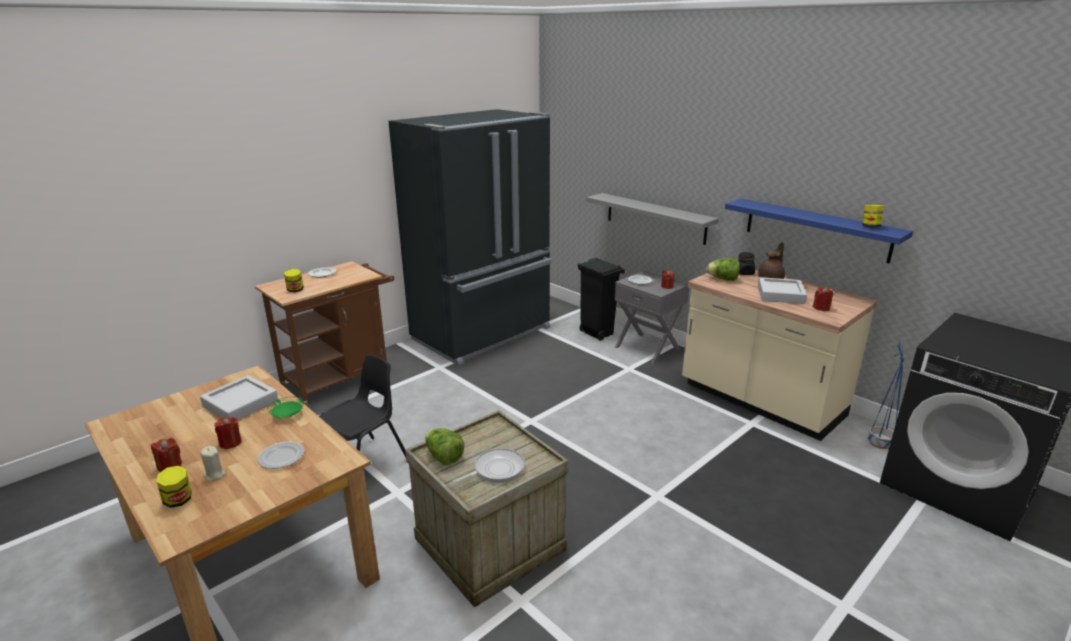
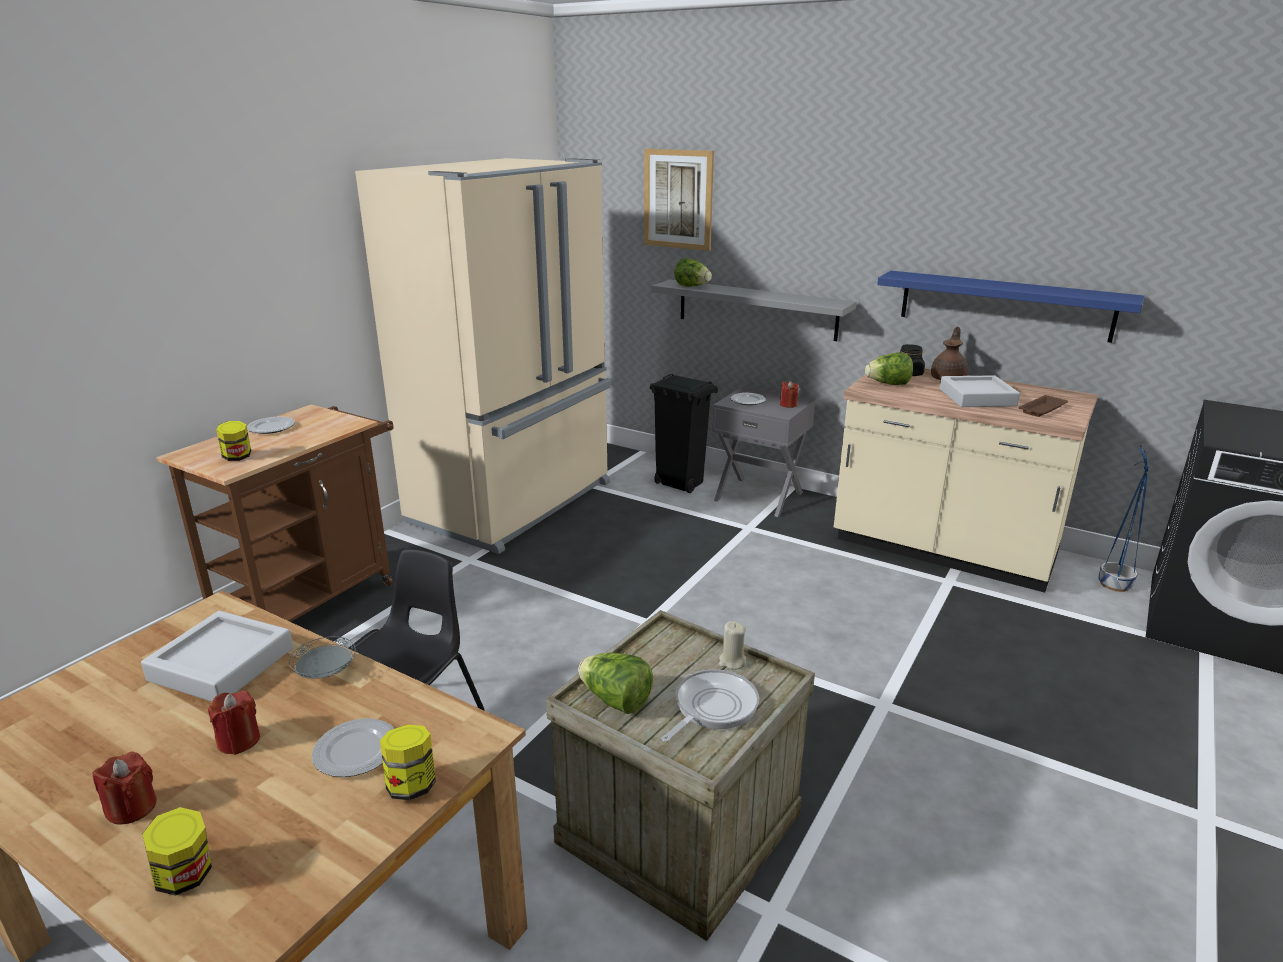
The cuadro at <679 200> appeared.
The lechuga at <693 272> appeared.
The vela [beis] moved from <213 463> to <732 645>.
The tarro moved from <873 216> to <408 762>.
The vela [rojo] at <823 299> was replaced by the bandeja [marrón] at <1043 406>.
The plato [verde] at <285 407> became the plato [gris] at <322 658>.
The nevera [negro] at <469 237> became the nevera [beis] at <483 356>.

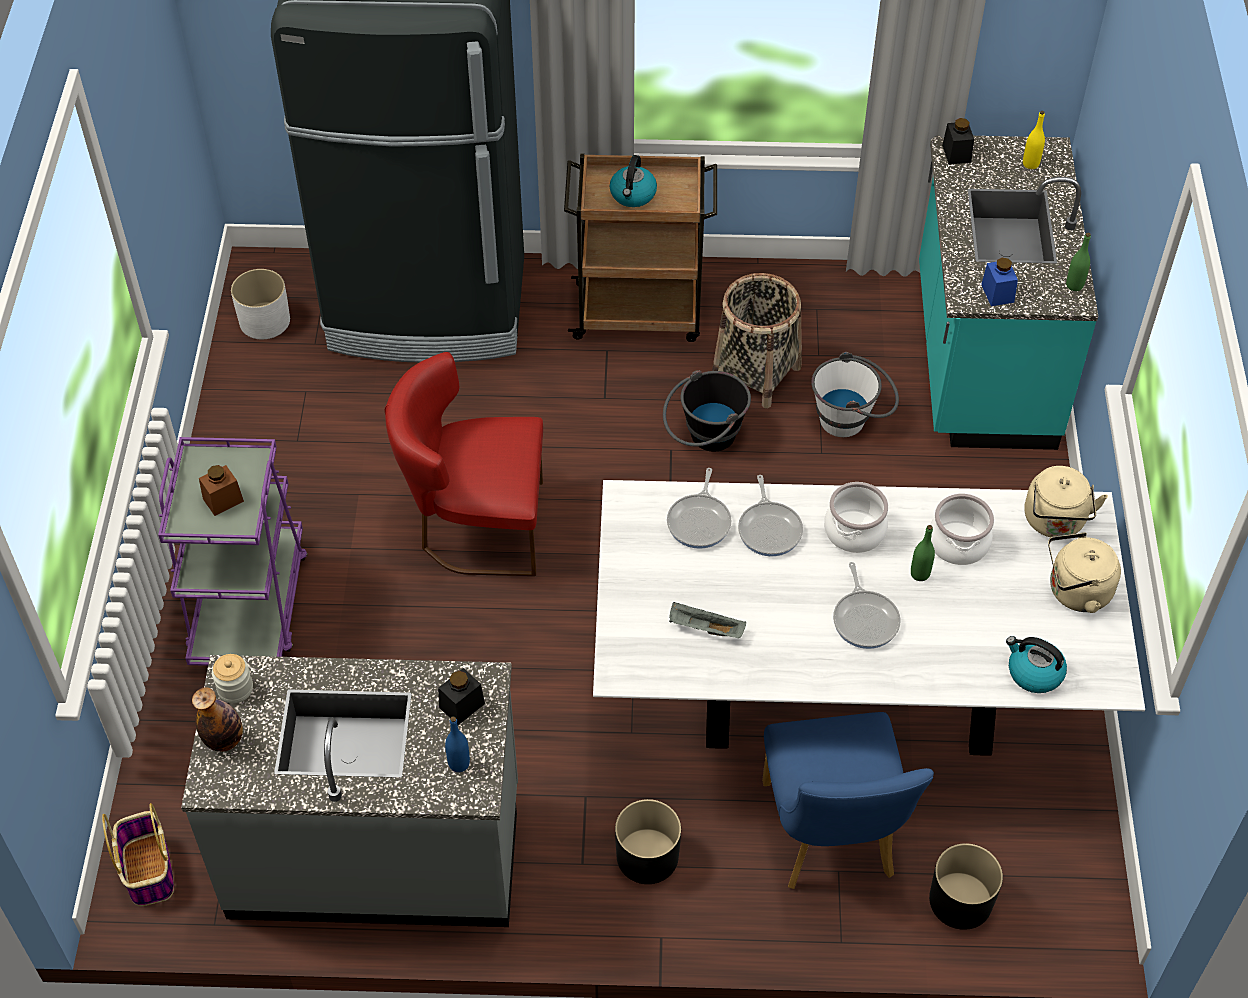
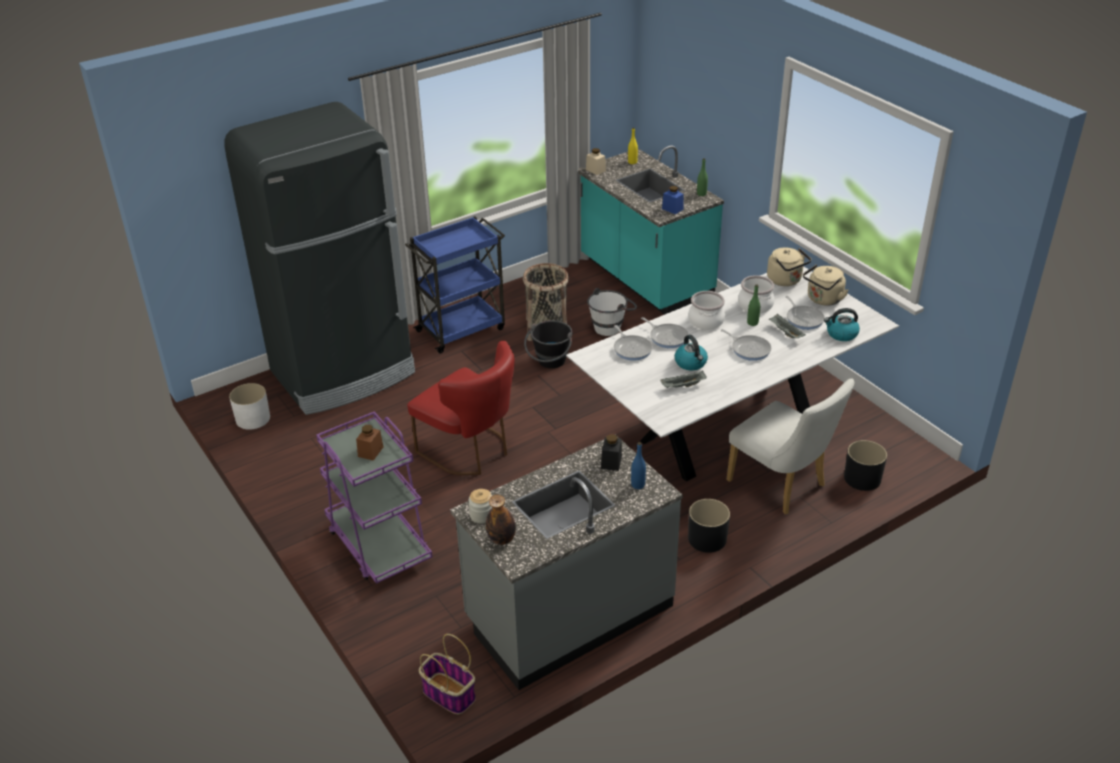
The bandeja [gris] at <787 326> appeared.
The sartén at <805 313> appeared.
The hervidor moved from <633 181> to <691 352>.
The carrito [marrón] at <640 247> became the carrito [azul] at <455 284>.
The silla [azul] at <848 800> became the silla [blanco] at <790 446>.
The tarro [negro] at <958 141> became the tarro [beis] at <596 161>.
The silla [rojo] at <464 464> turned 105 degrees counterclockwise.

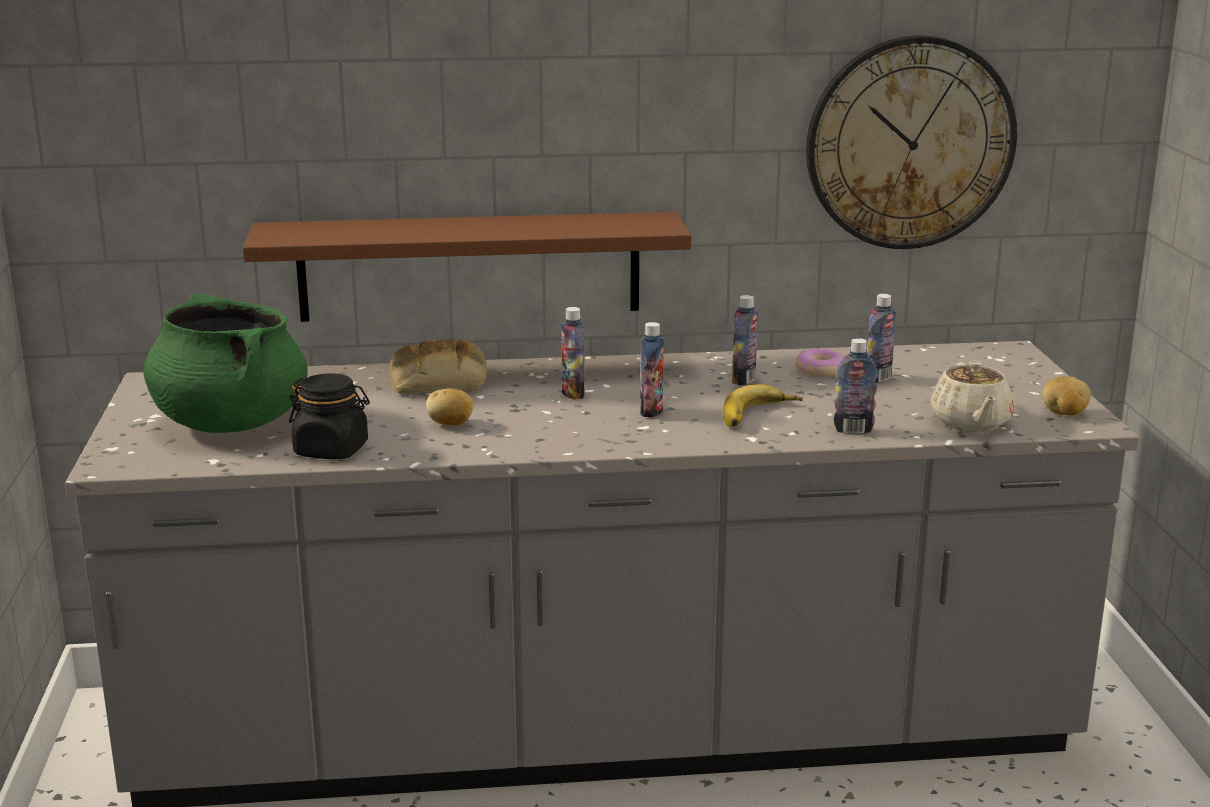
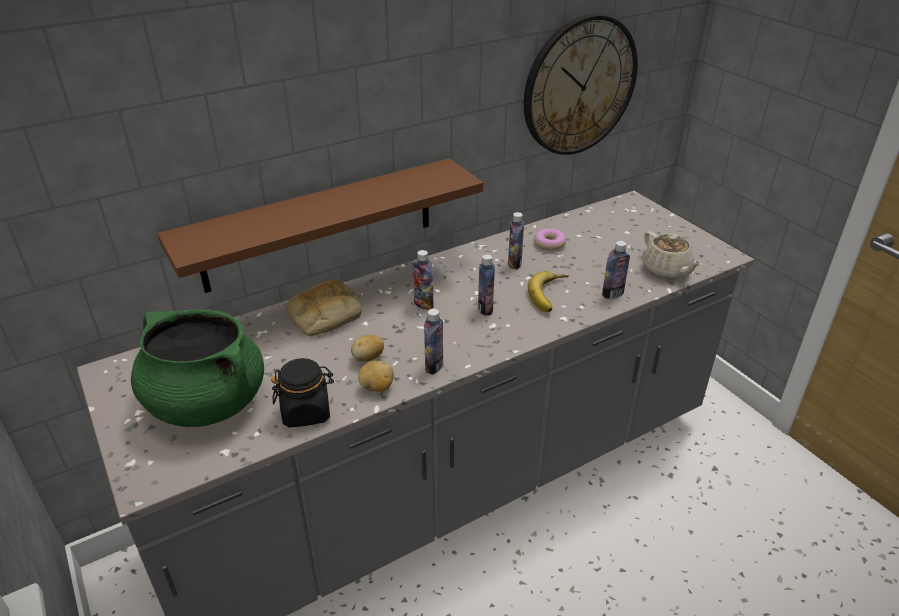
The botella moved from <881 338> to <433 342>.
The patata moved from <1066 395> to <376 376>.

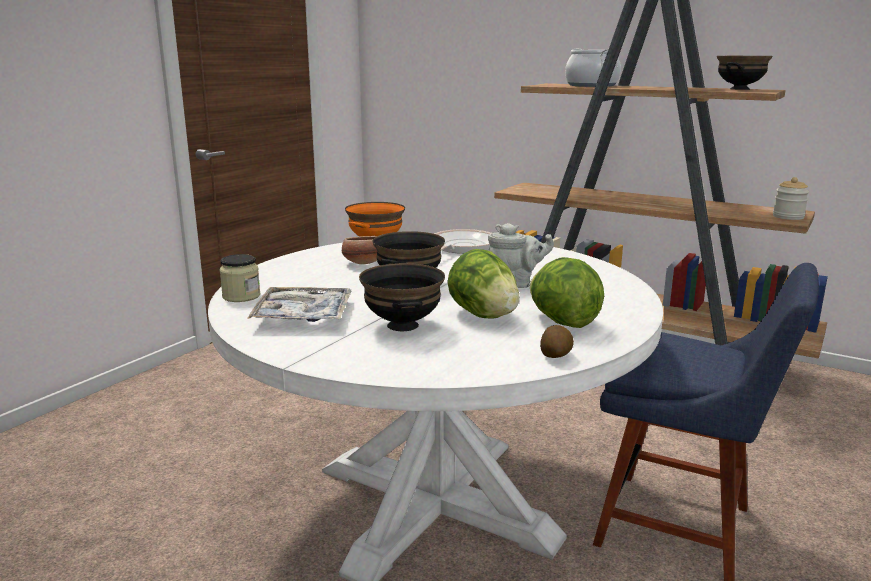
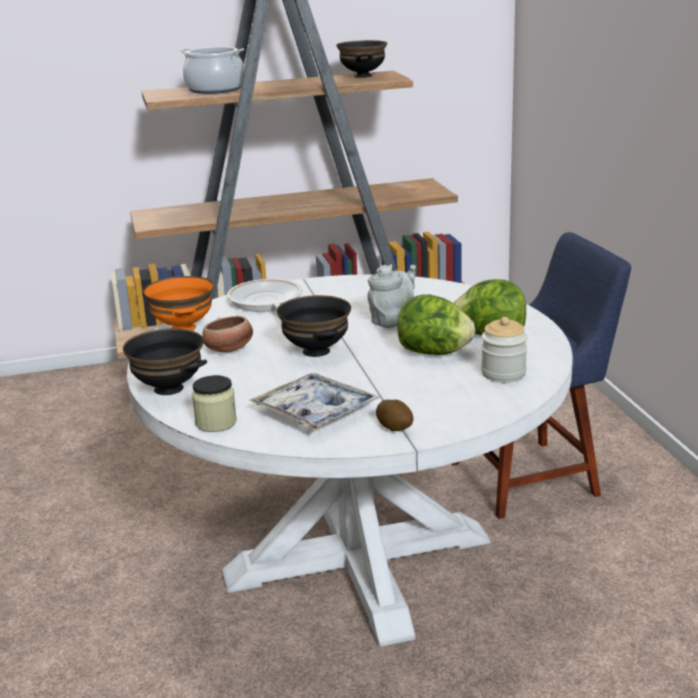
The cuenco [negro] moved from <402 297> to <165 361>.
The patata moved from <557 341> to <394 415>.
The tarro moved from <791 198> to <504 349>.

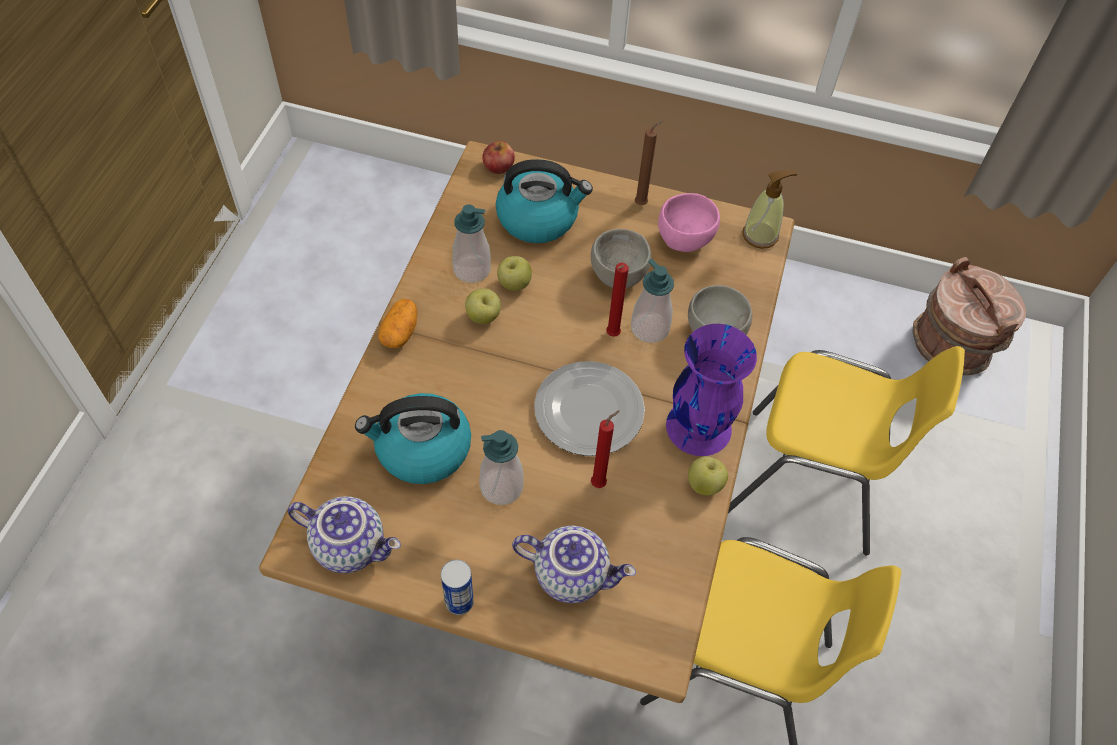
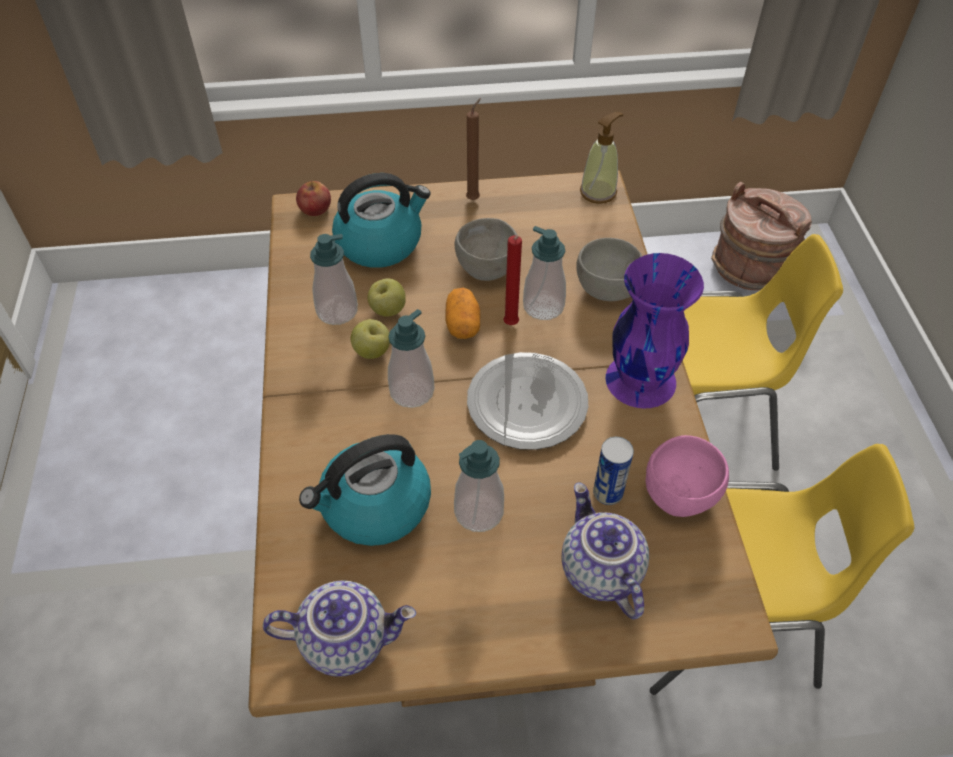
The vela [rojo] at <605 449> disappeared.
The manzana at <708 476> disappeared.
The dispensador de jabón at <411 358> appeared.
The patata moved from <397 323> to <463 313>.
The lata moved from <457 587> to <613 471>.
The cuenco [rosa] moved from <689 222> to <687 476>.
The tetera at <574 564> turned 105 degrees counterclockwise.

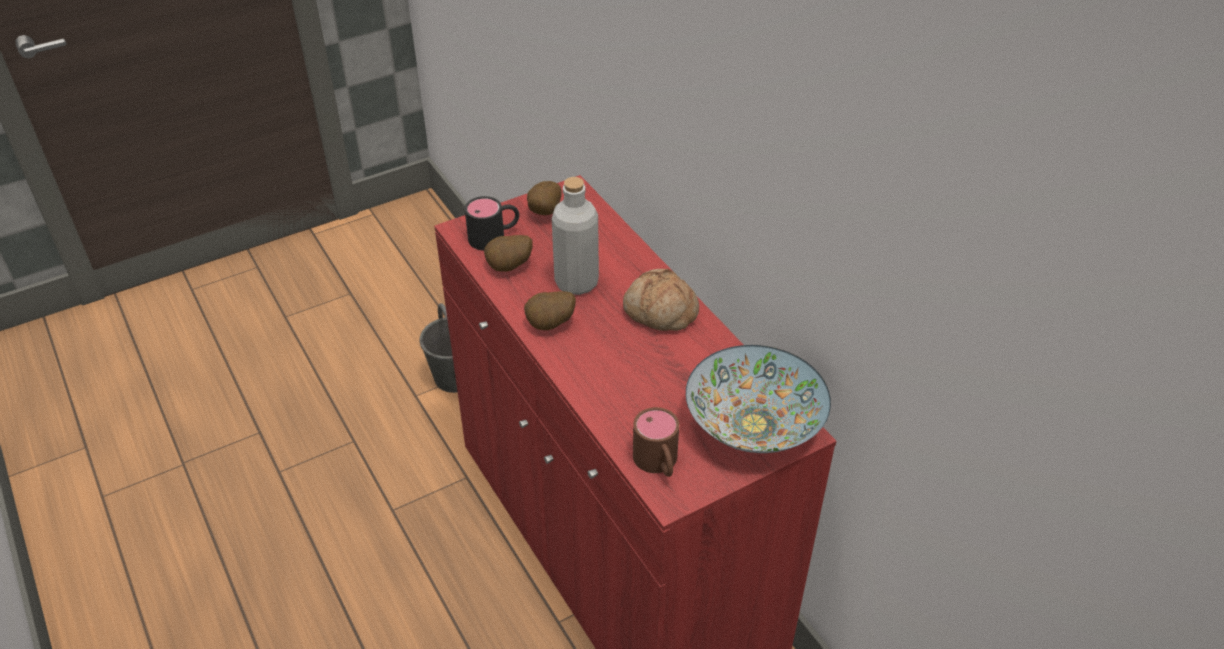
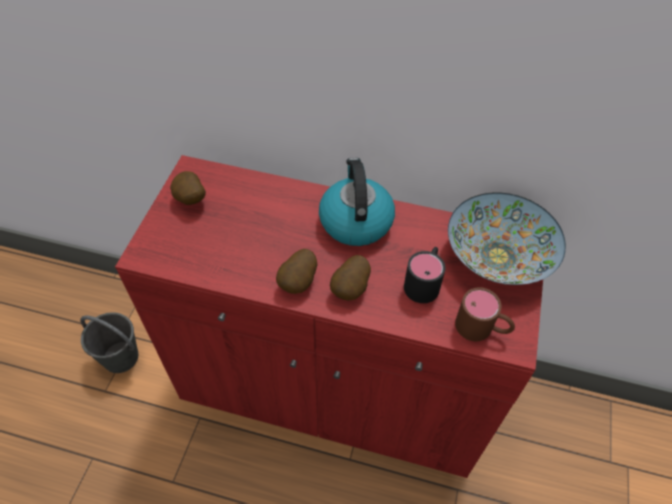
The botella [gris] at <575 236> disappeared.
The taza grande [negro] moved from <492 223> to <425 275>.
The patata moved from <508 253> to <350 277>.
The pan at <661 300> was replaced by the hervidor at <357 201>.

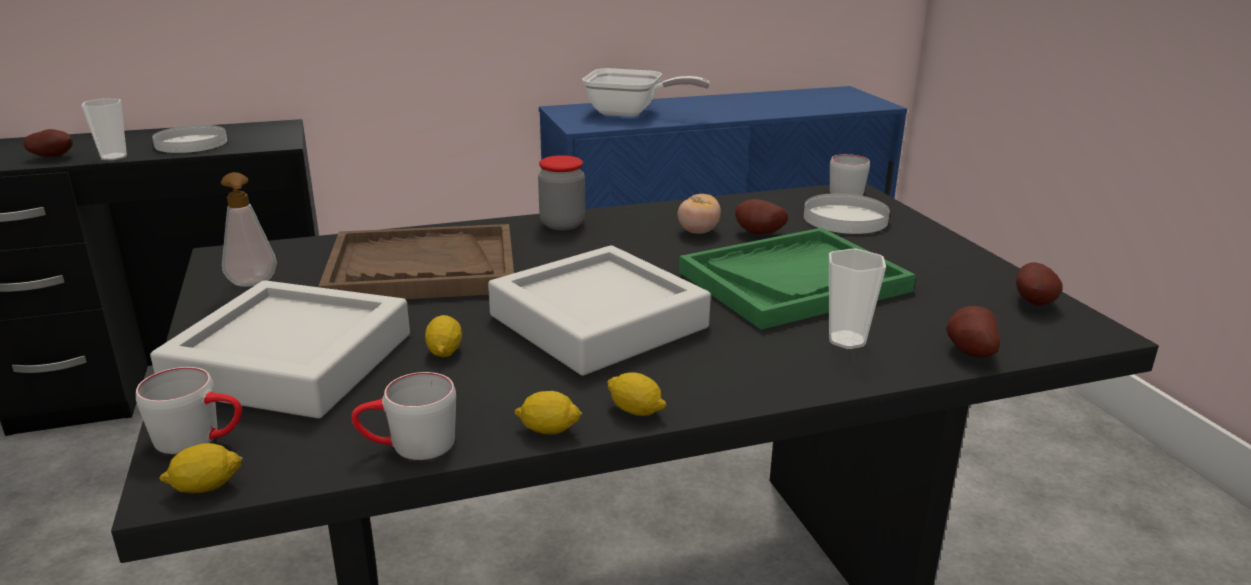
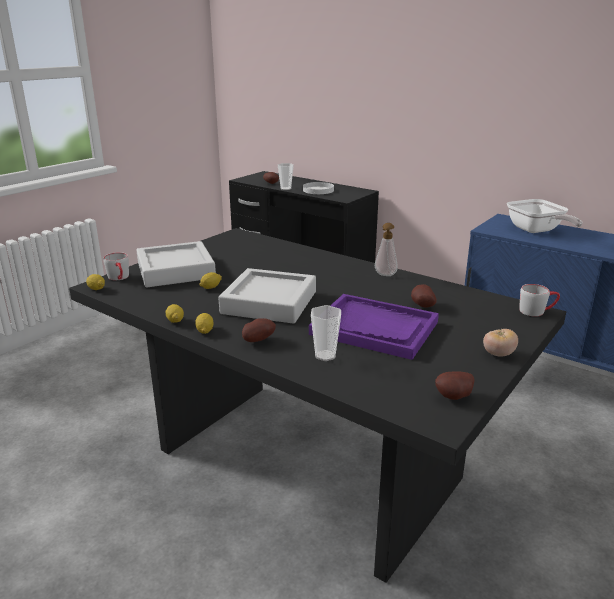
The bandeja [marrón] at <416 261> disappeared.
The taza grande [gris] at <403 416> disappeared.
The tarro at <561 192> disappeared.
The plato [blanco] at <847 213> disappeared.
The dispensador de jabón moved from <249 229> to <386 249>.
The tomate moved from <699 214> to <500 343>.
The patata moved from <973 332> to <259 330>.
The bandeja [verde] at <797 279> became the bandeja [morado] at <374 327>.

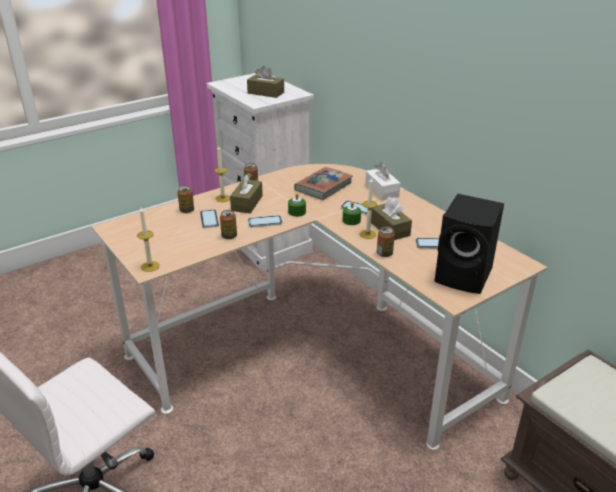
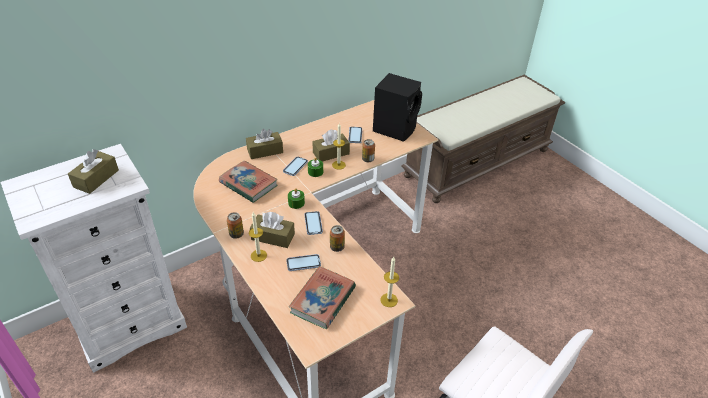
The lata at <185 199> disappeared.
The libro at <322 297> appeared.
The caja de pañuelos [blanco] at <382 181> became the caja de pañuelos [marrón] at <264 144>.

